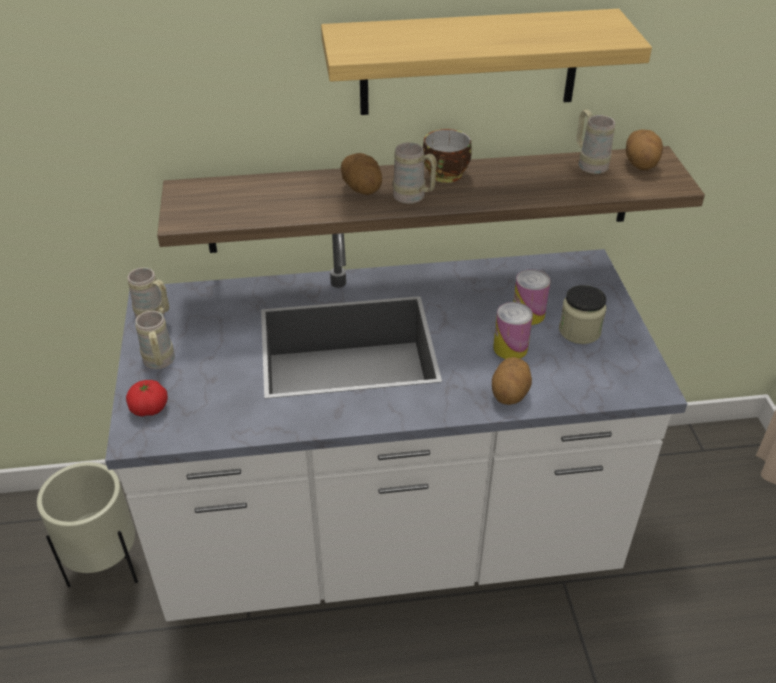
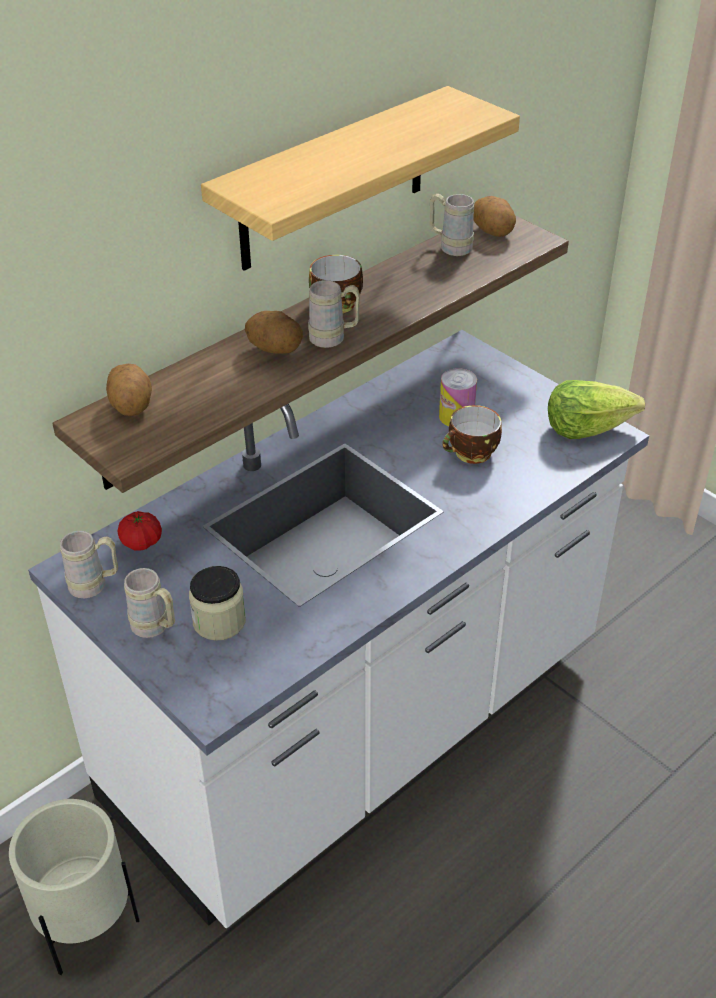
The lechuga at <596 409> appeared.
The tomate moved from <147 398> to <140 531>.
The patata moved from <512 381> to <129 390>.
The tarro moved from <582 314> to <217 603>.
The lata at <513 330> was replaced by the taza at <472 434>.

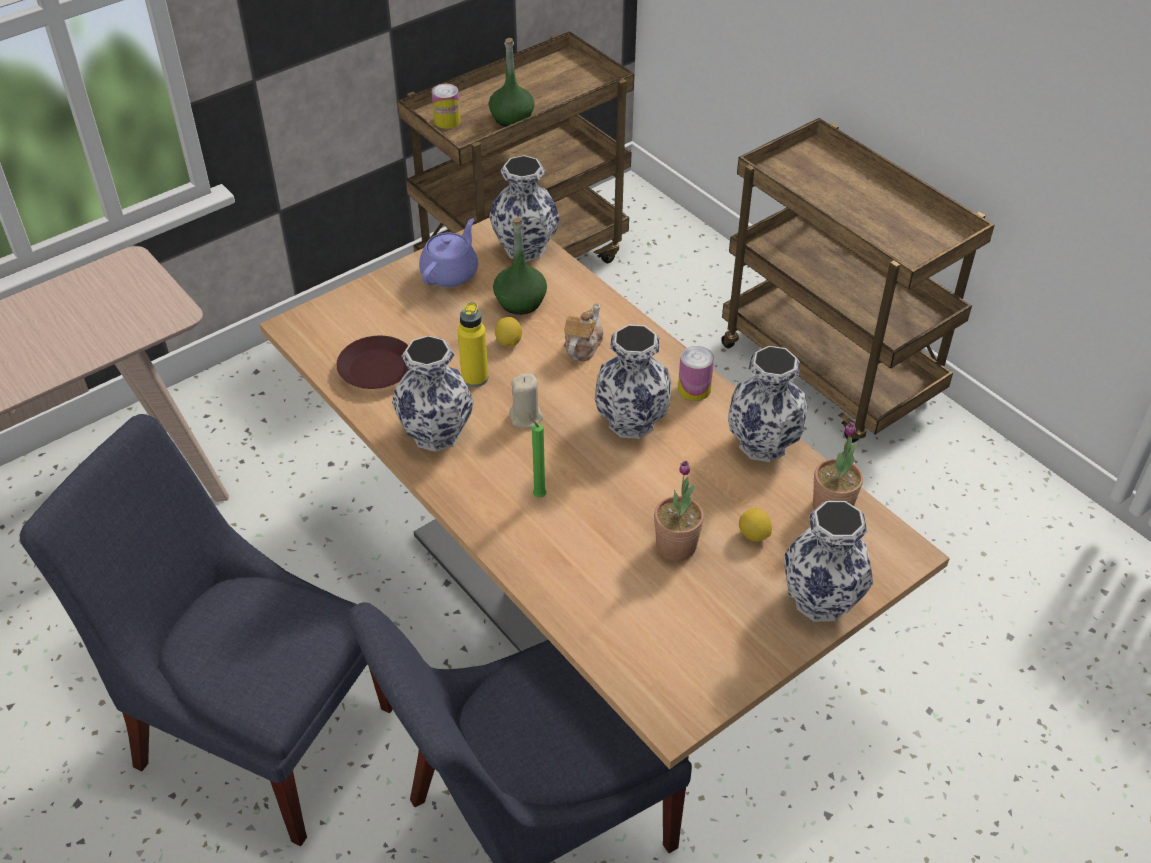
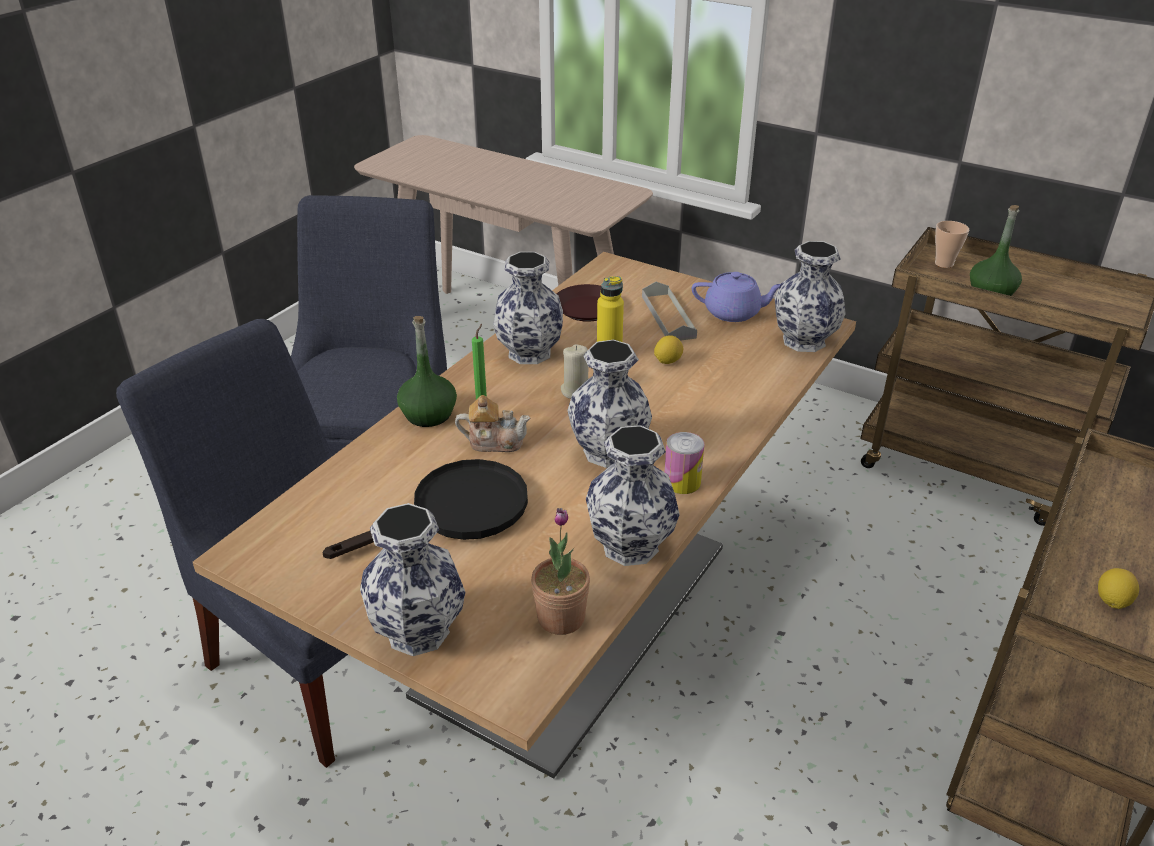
The bandeja [gris] at <669 311> appeared.
The botella [verde] moved from <520 266> to <427 371>.
The tetera moved from <583 332> to <492 423>.
The limón moved from <755 525> to <1118 588>.
The lata at <446 106> was replaced by the taza at <952 244>.
The planta en maceta at <679 510> was replaced by the sartén [negro] at <425 509>.

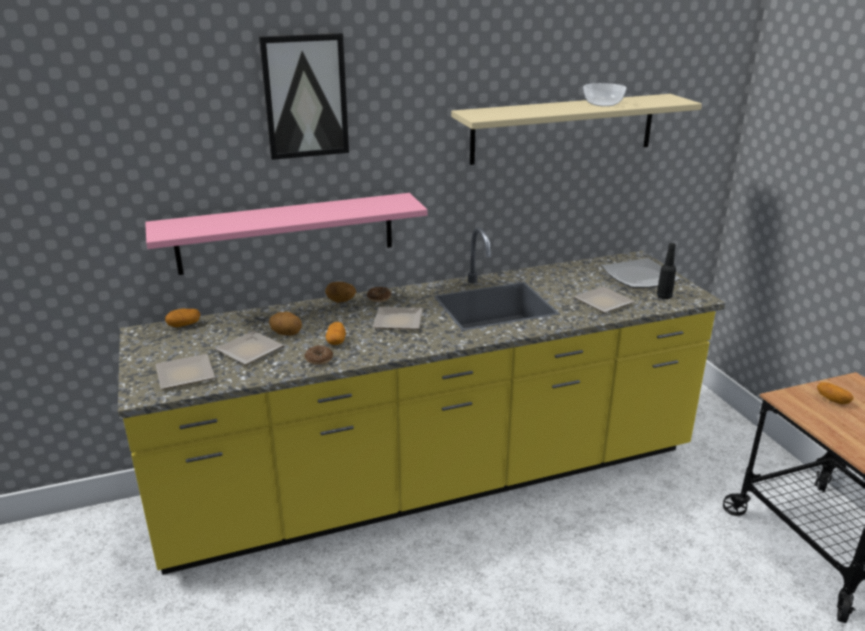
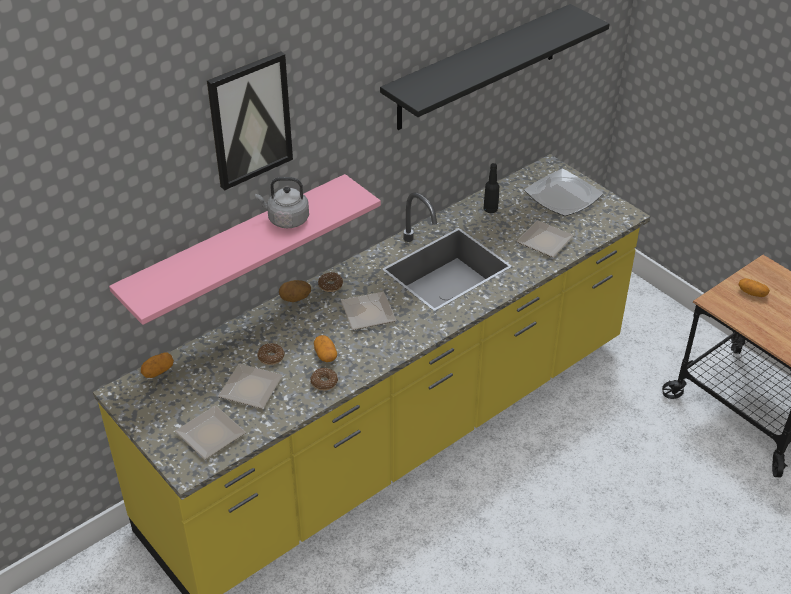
The cuenco at <604 94> disappeared.
The hervidor [gris] at <282 202> appeared.
The botella [negro] moved from <666 271> to <491 188>.
The patata at <285 324> was replaced by the rosquilla at <271 354>.
The estante [beis] at <576 129> became the estante [negro] at <494 67>.

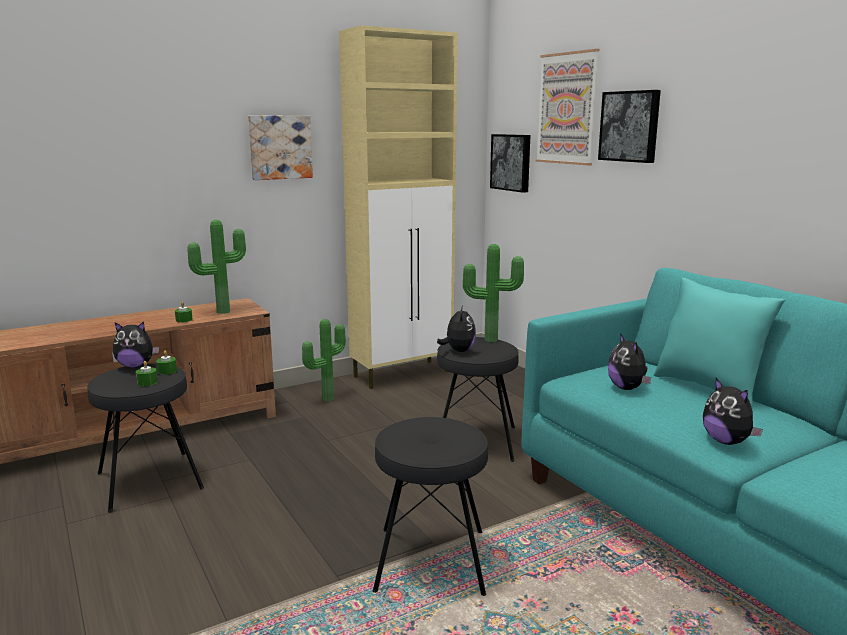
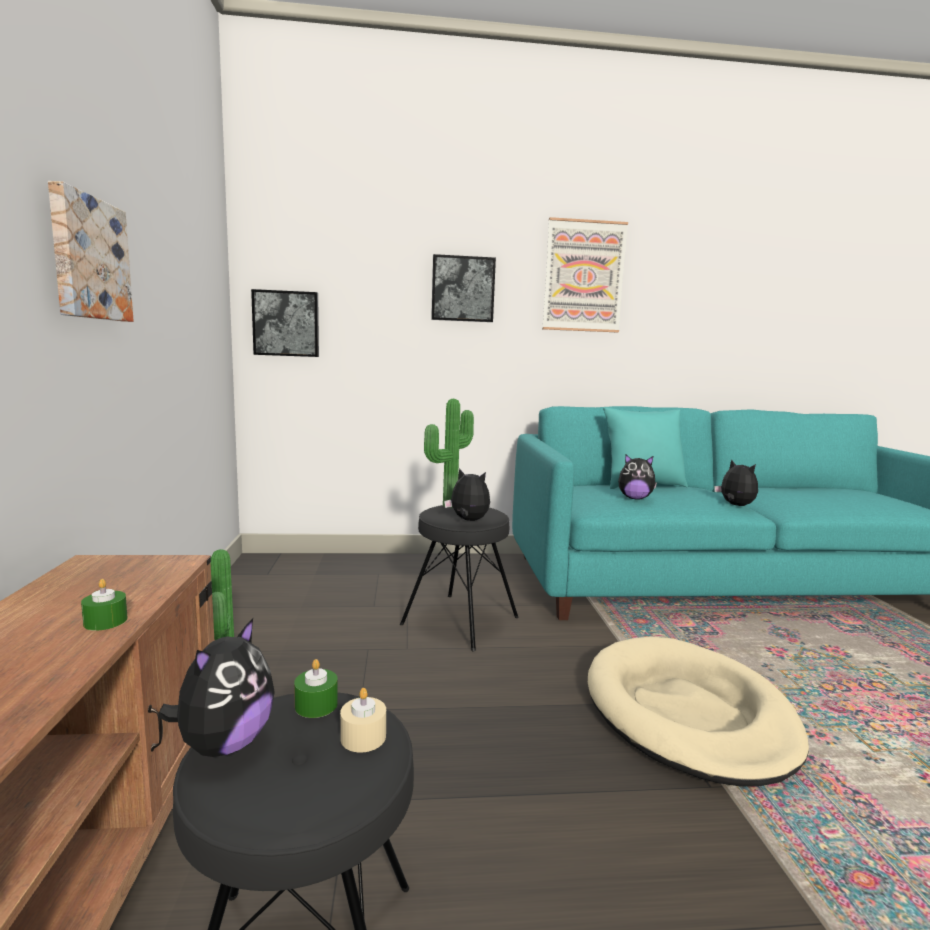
The planta en maceta at <216 267> disappeared.
The armario [beis] at <398 207> disappeared.
The cuadro moved from <567 107> to <585 274>.
The taburete [negro] at <430 506> was replaced by the cama para perro [beis] at <698 711>.
The vela [verde] at <147 373> became the vela [beis] at <363 720>.
The peluche at <733 411> turned 120 degrees counterclockwise.

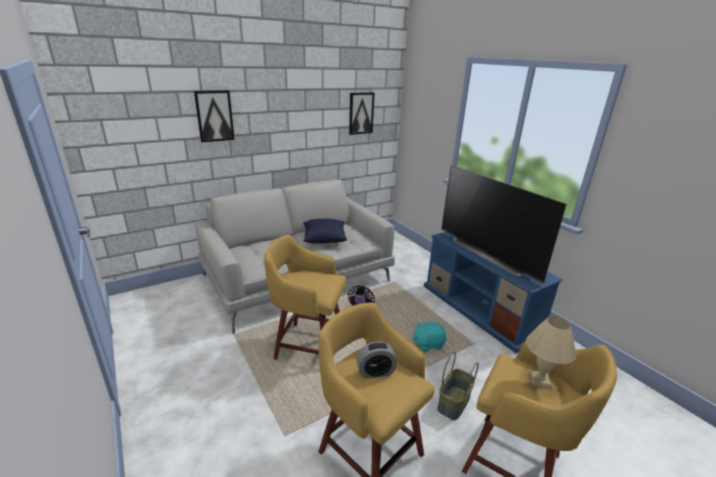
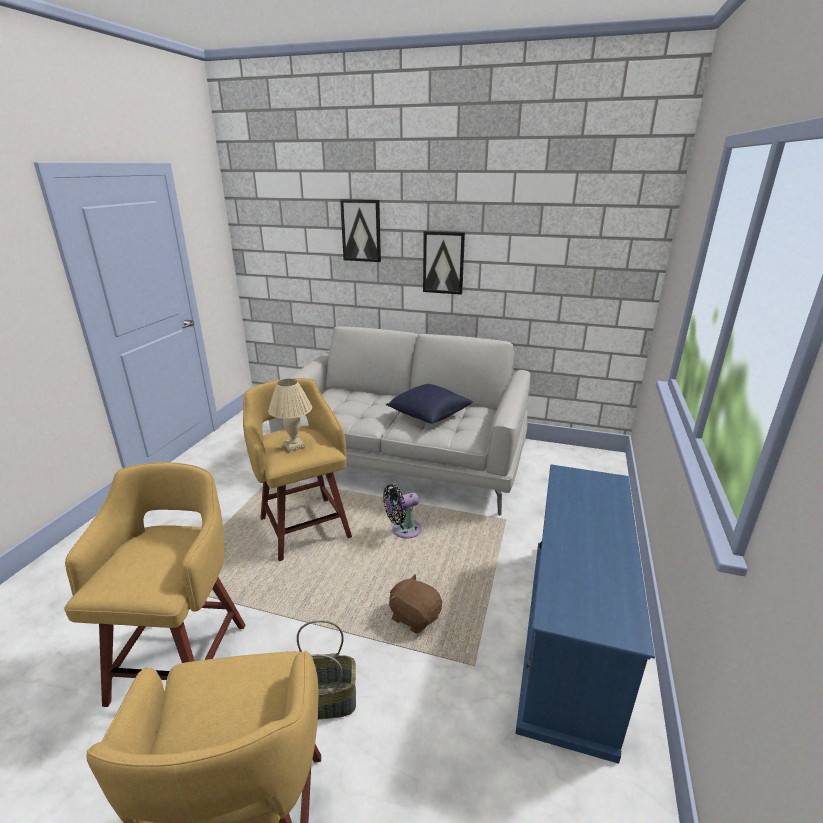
The despertador at <377 360> disappeared.
The televisor at <504 224> disappeared.
The cuadro moved from <362 113> to <444 263>.
The lámpara de mesa [beis] moved from <551 352> to <290 415>.
The peluche [turquesa] at <429 337> became the peluche [marrón] at <415 603>.

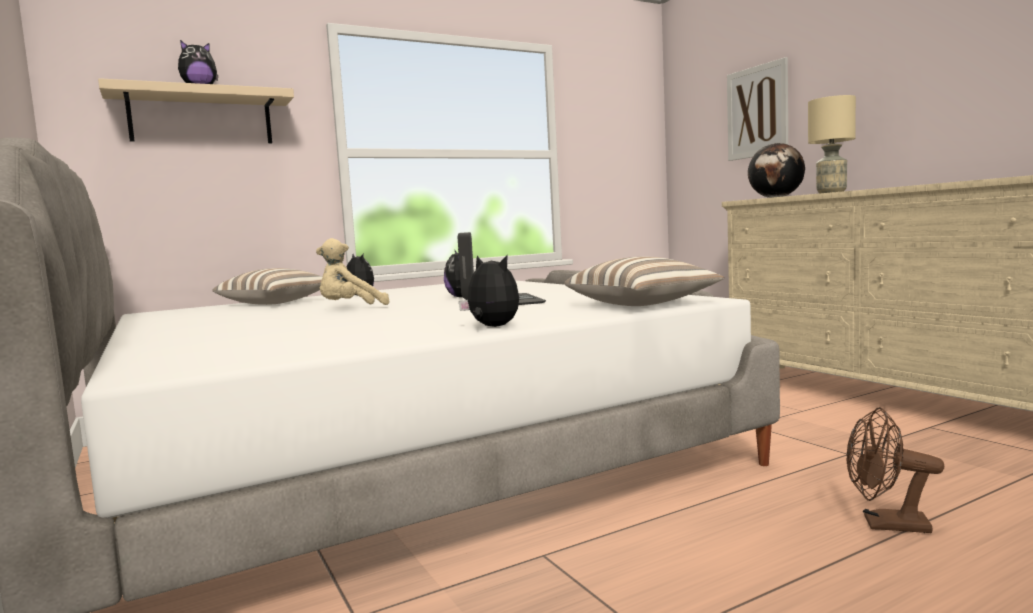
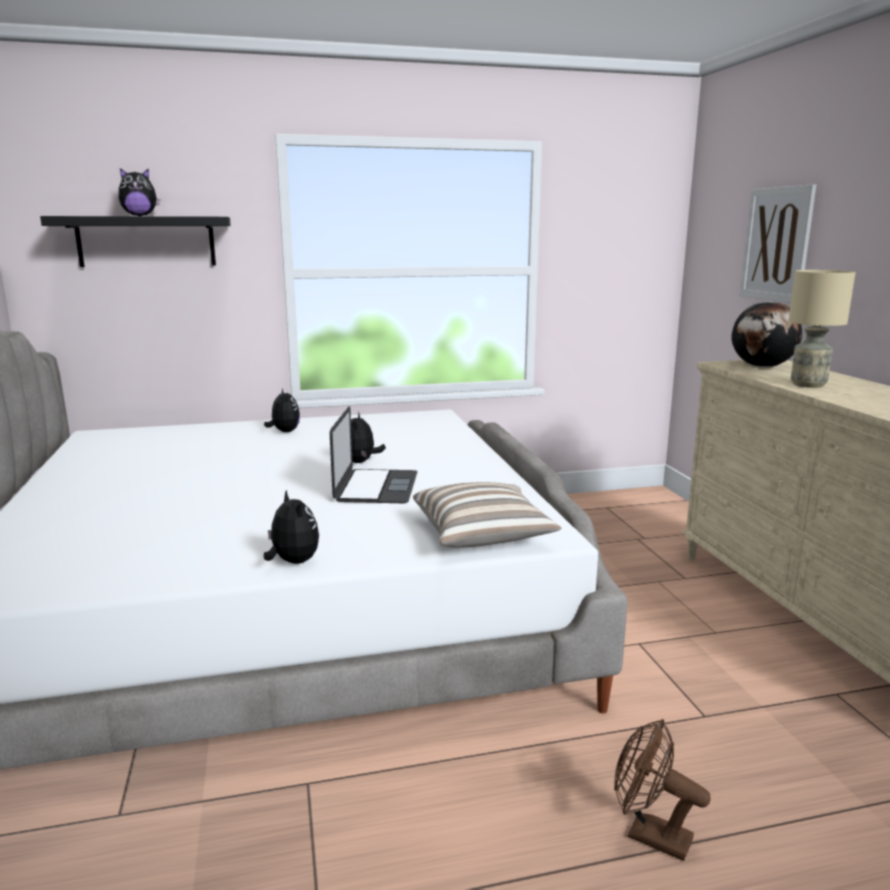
The cojín at <267 286> disappeared.
The peluche [beis] at <353 271> disappeared.
The estante [beis] at <196 110> became the estante [negro] at <135 241>.

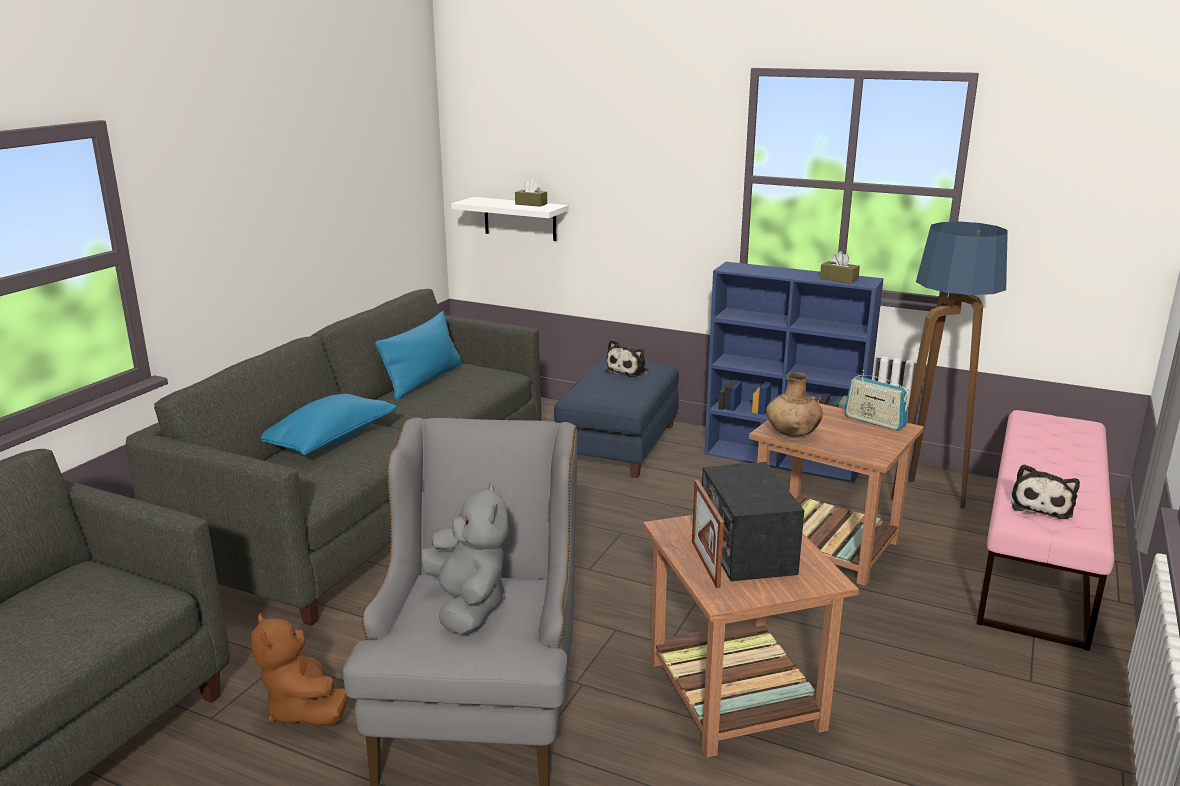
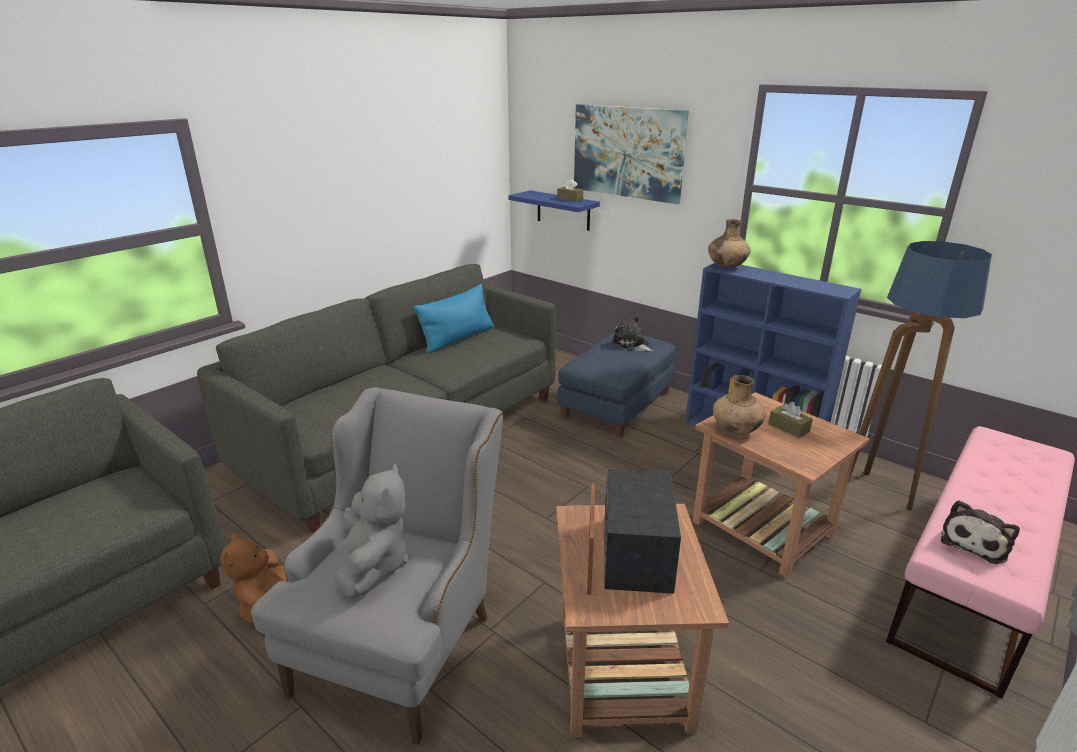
The cojín [azul] at <329 424> disappeared.
The radio at <877 400> disappeared.
The cuadro at <631 154> appeared.
The florero [marrón] at <729 243> appeared.
The caja de pañuelos [marrón] moved from <840 267> to <790 420>.
The estante [blanco] at <509 219> became the estante [azul] at <554 210>.
The peluche at <627 358> turned 90 degrees clockwise.

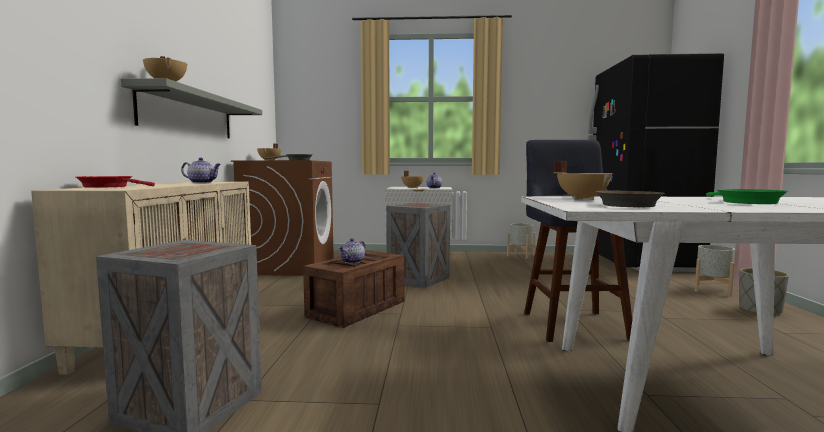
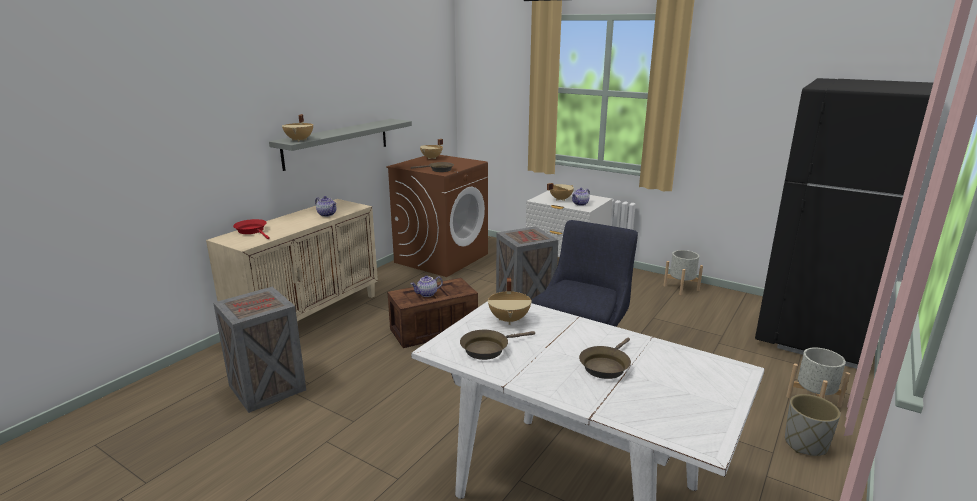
The sartén [verde] at <747 196> became the sartén [marrón] at <605 358>.

